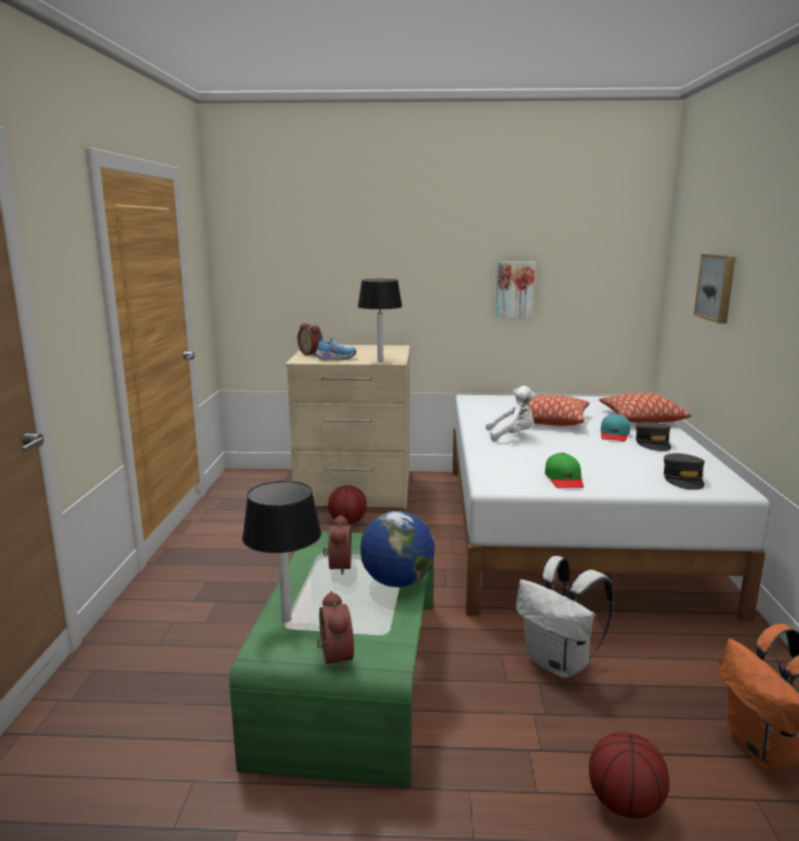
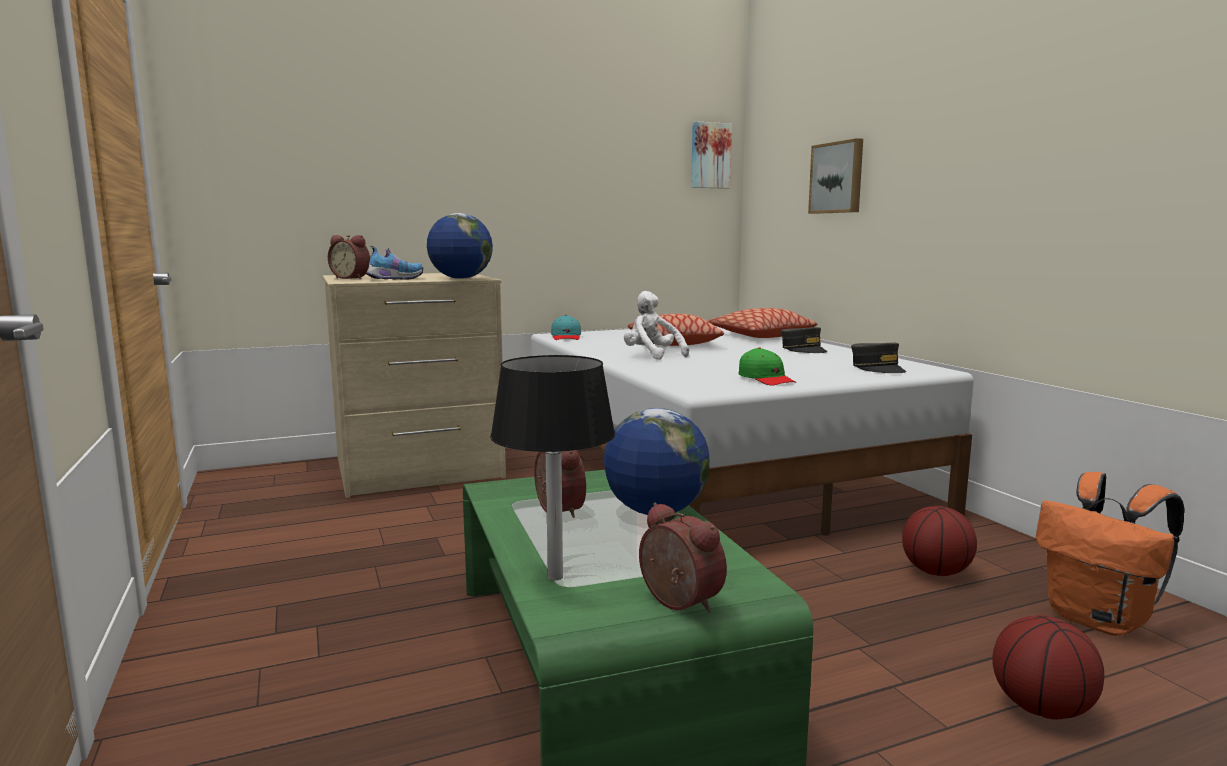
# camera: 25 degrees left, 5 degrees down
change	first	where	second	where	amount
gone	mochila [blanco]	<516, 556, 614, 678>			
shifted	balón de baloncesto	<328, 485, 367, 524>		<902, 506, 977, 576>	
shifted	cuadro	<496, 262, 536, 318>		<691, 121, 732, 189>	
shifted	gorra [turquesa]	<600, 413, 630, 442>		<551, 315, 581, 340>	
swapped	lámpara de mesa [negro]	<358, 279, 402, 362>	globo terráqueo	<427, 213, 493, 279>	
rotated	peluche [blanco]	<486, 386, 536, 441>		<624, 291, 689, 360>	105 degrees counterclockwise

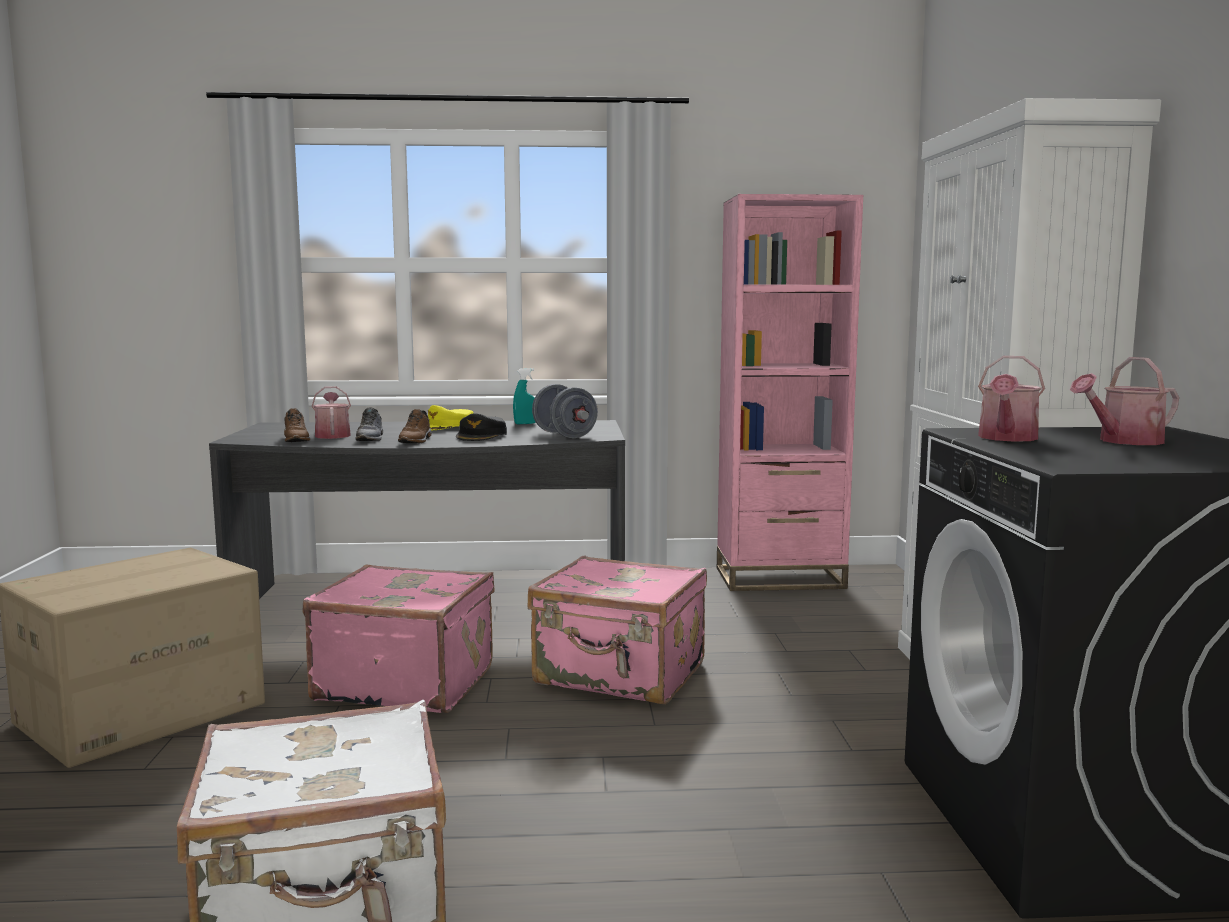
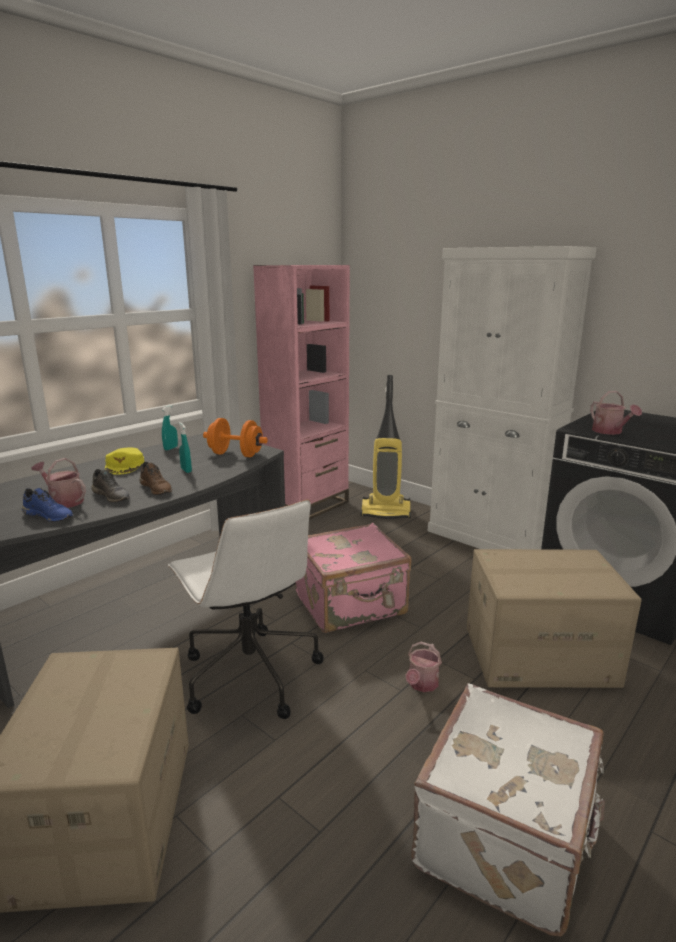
# camera: 45 degrees left, 10 degrees up
change	first	where	second	where	amount
new			aspiradora	<360, 375, 411, 519>	
new			caja de cartón	<467, 549, 642, 688>	
shifted	regadera	<1070, 357, 1179, 445>		<406, 642, 442, 692>	
swapped	maleta [rosa]	<303, 564, 495, 713>	silla de oficina [blanco]	<168, 500, 324, 719>	
swapped	gorra [negro]	<456, 413, 507, 441>	pulverizador [turquesa]	<179, 422, 192, 473>	
repainted	zapato [marrón]	<284, 408, 310, 442>	zapato [azul]	<22, 488, 73, 522>	
repainted	mancuerna [gris]	<532, 384, 598, 438>	mancuerna [naranja]	<203, 418, 268, 457>	

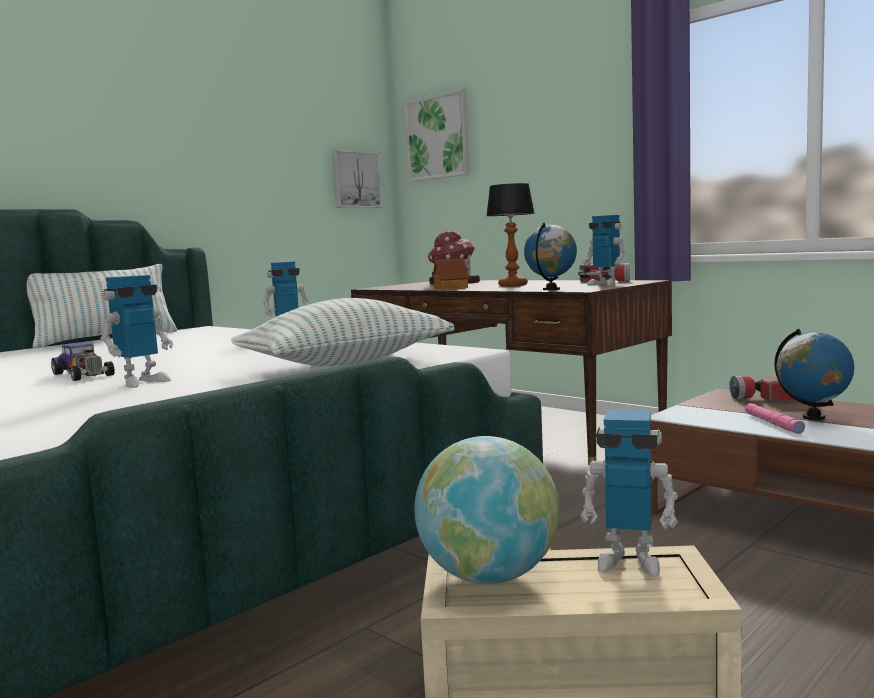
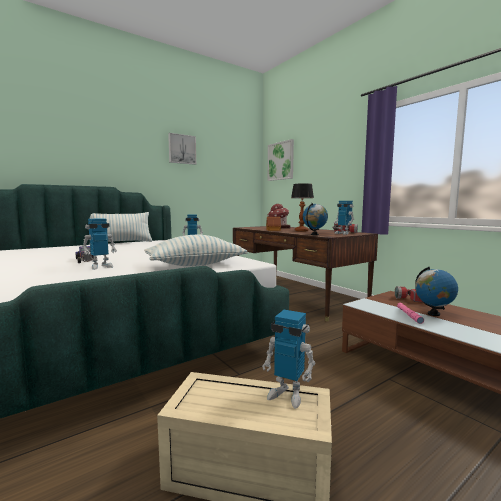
# camera: 10 degrees right, 0 degrees up
change	first	where	second	where	amount
gone	globo terráqueo	<414, 436, 559, 584>			
shifted	cuadro	<332, 150, 382, 208>		<168, 133, 196, 165>	

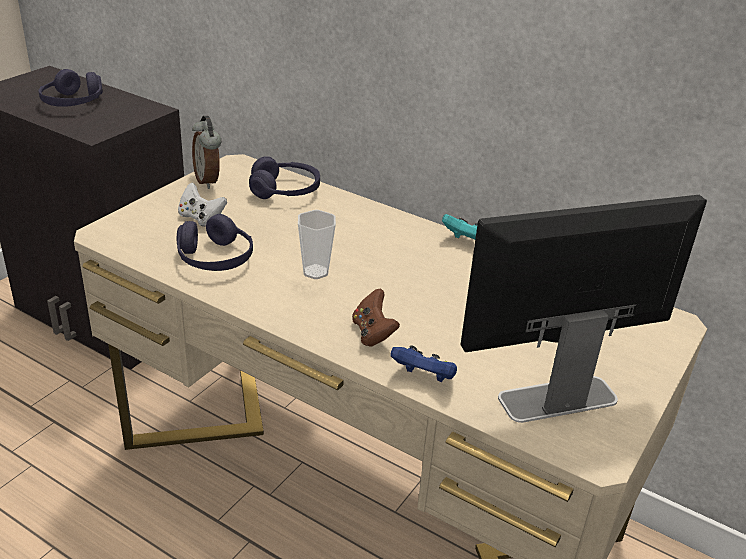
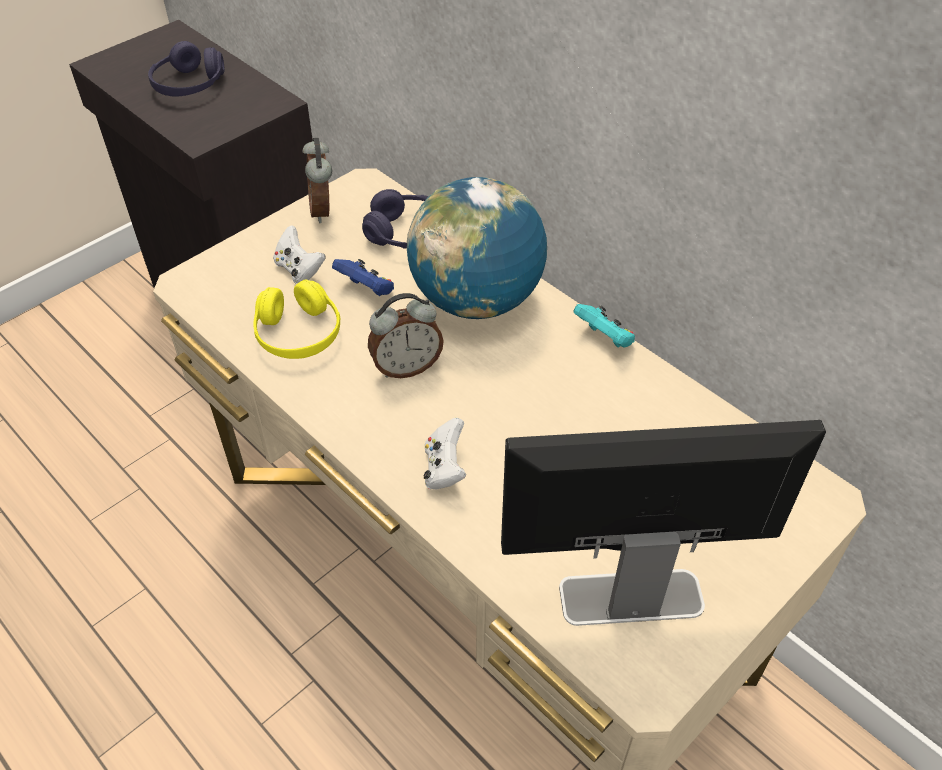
# camera: 15 degrees right, 15 degrees up
change	first	where	second	where	amount
new			globo terráqueo	<407, 177, 547, 319>	
shifted	mando de consola [azul]	<390, 345, 457, 382>		<332, 259, 394, 296>	
swapped	taza	<298, 210, 336, 279>	despertador	<368, 293, 444, 378>	
repainted	auriculares [morado]	<177, 214, 253, 271>	auriculares [amarillo]	<253, 279, 341, 359>	
repainted	mando de consola [marrón]	<352, 288, 400, 347>	mando de consola [blanco]	<424, 418, 466, 490>	

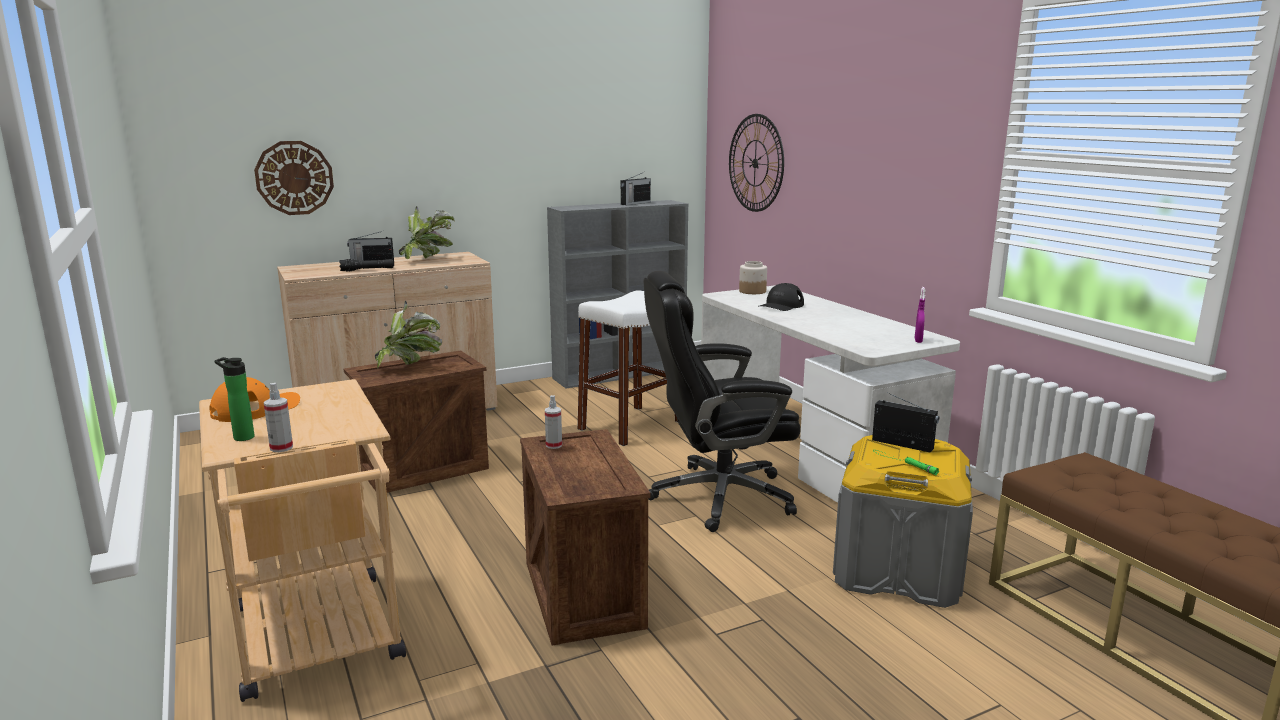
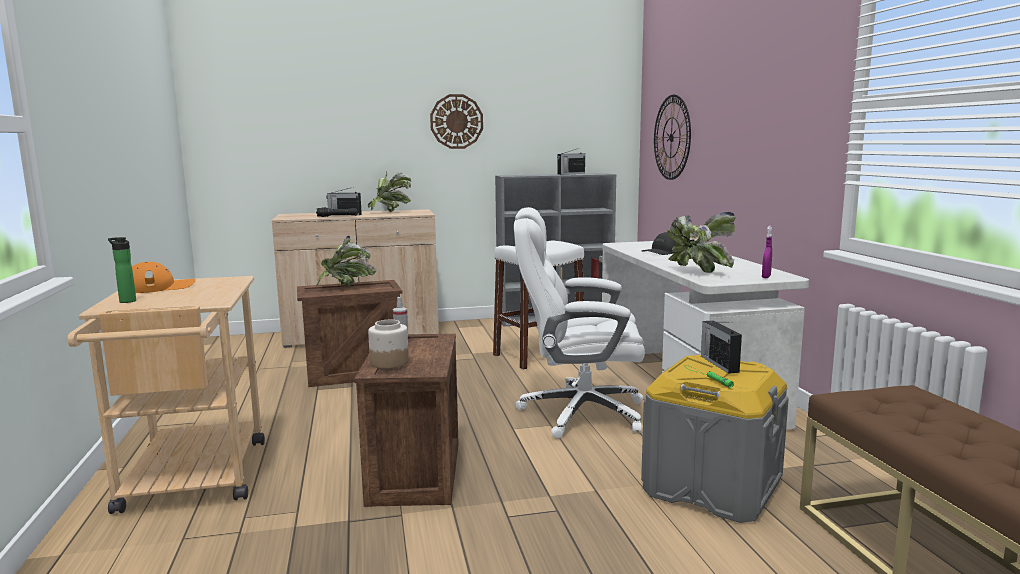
# camera: 15 degrees right, 5 degrees down
change	first	where	second	where	amount
gone	pulverizador	<264, 383, 293, 452>			
new			planta en maceta	<667, 212, 736, 273>	
shifted	reloj de pared	<254, 141, 334, 215>		<430, 94, 483, 149>	
shifted	tarro	<739, 261, 767, 294>		<368, 320, 409, 369>	
repainted	silla de oficina [negro]	<644, 271, 801, 532>	silla de oficina [blanco]	<514, 207, 645, 439>	
rotated	radio	<872, 392, 939, 453>		<701, 320, 742, 374>	150 degrees counterclockwise

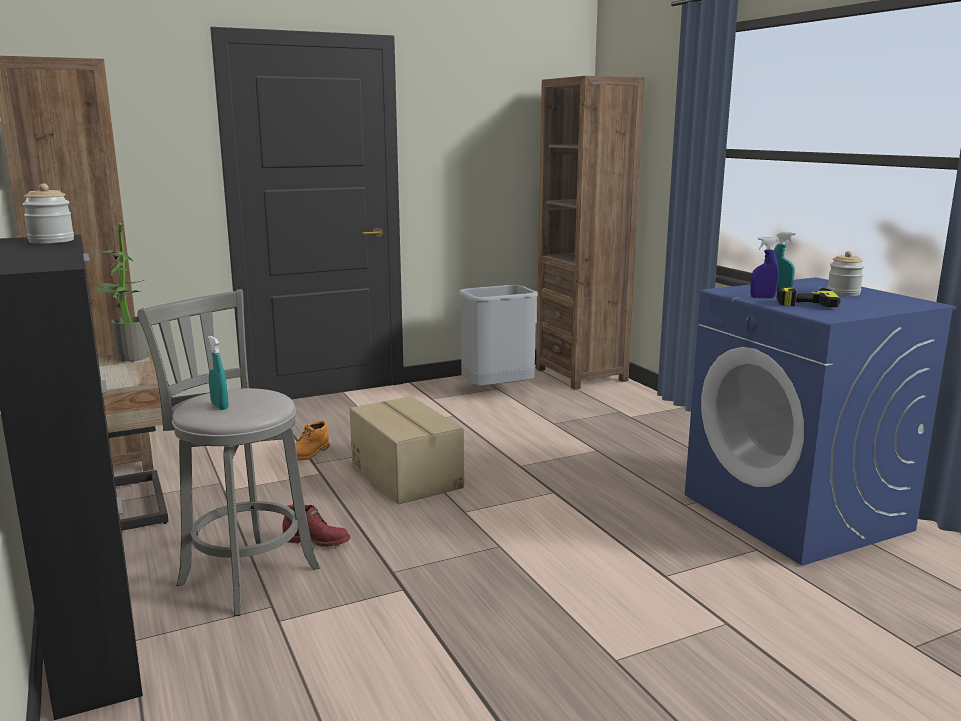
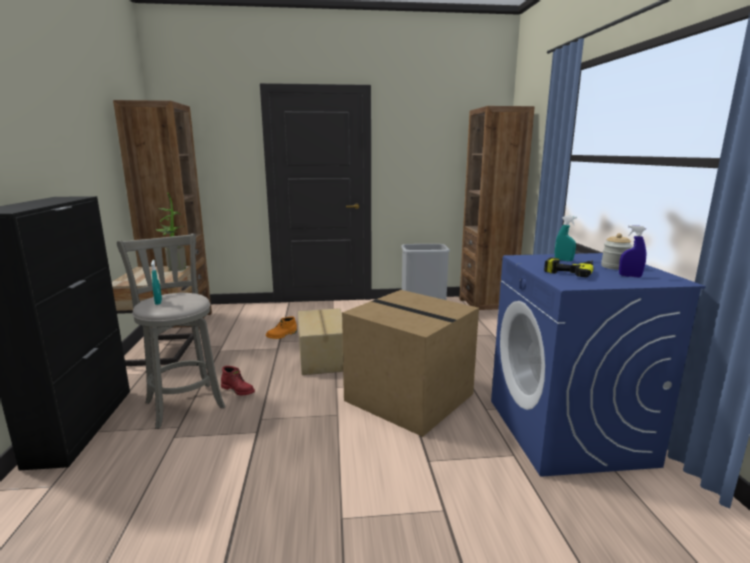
# camera: 20 degrees right, 0 degrees up
change	first	where	second	where	amount
gone	tarro	<22, 183, 74, 244>			
new			caja de cartón	<342, 290, 479, 437>	
shifted	pulverizador [azul]	<750, 237, 779, 298>		<619, 225, 646, 277>	

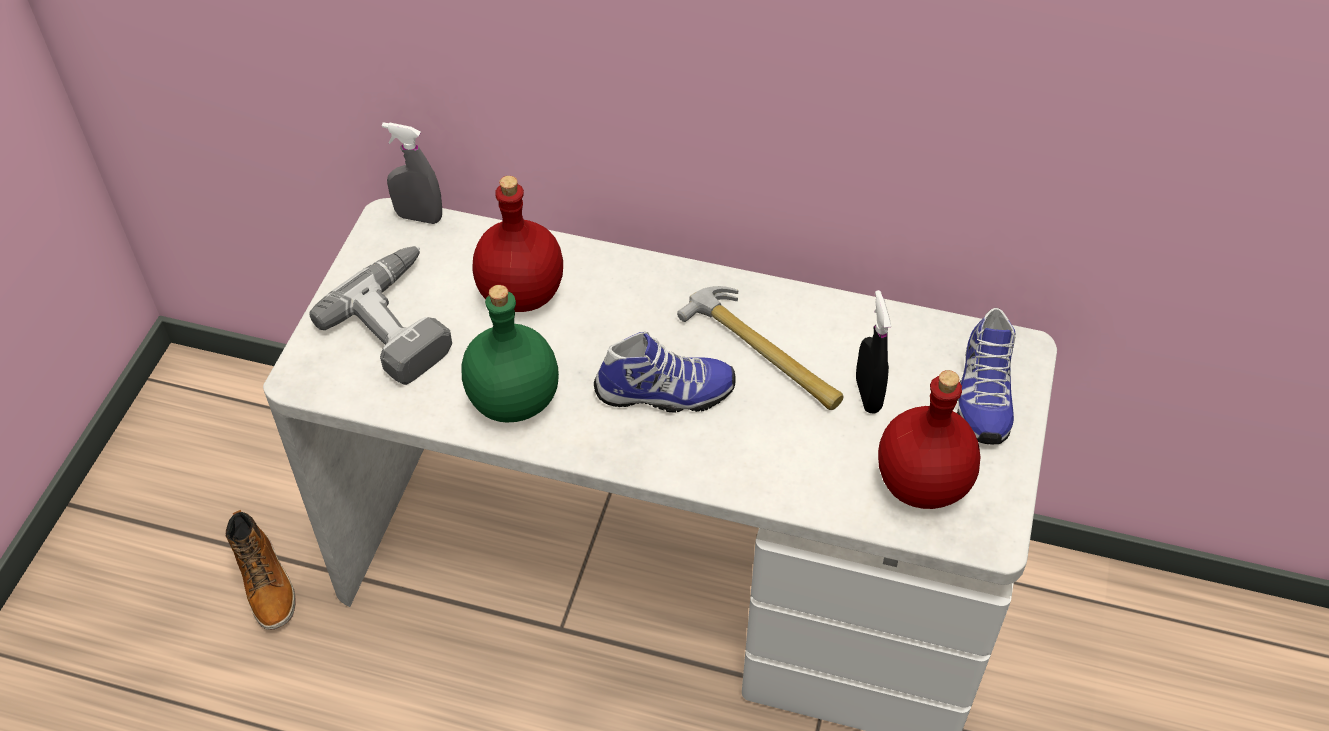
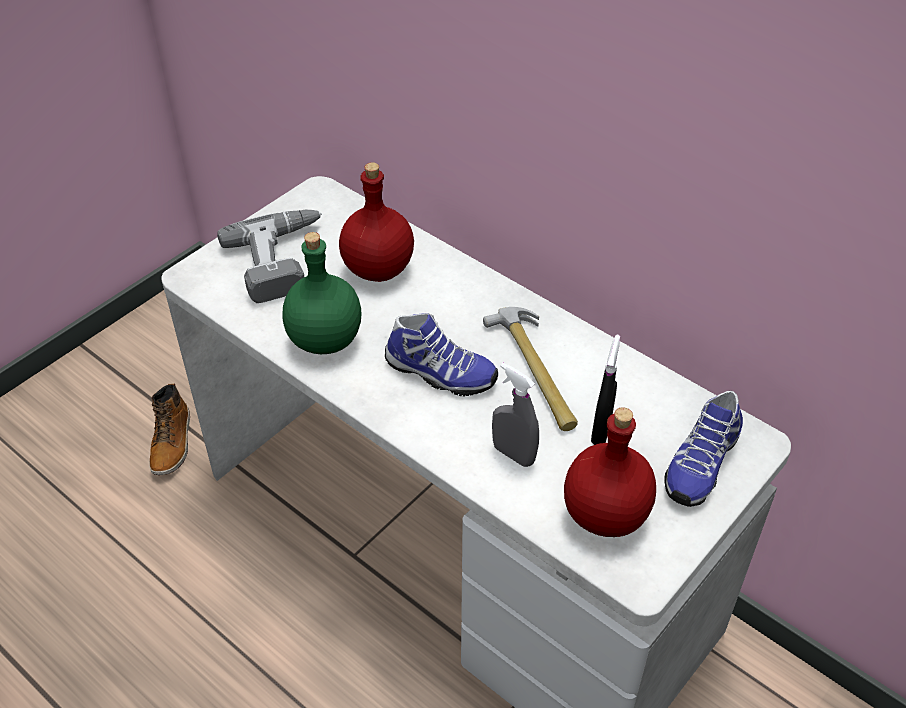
# camera: 25 degrees right, 5 degrees down
change	first	where	second	where	amount
shifted	pulverizador [gris]	<382, 122, 442, 224>		<492, 363, 539, 467>	

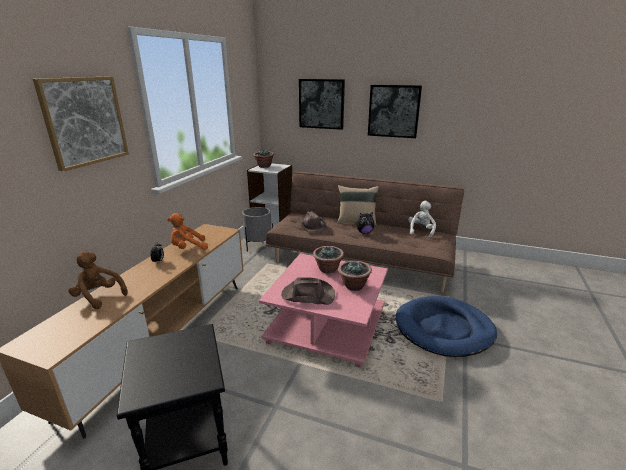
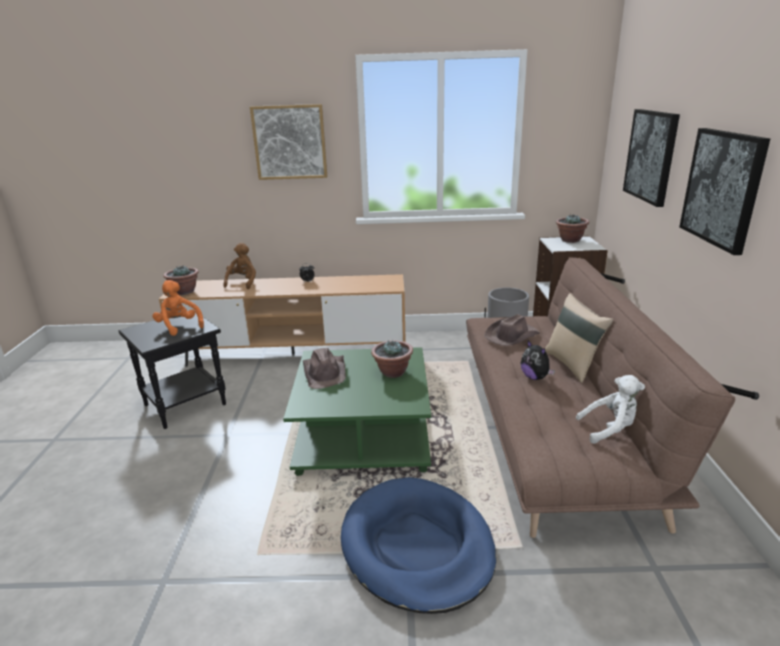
# camera: 70 degrees right, 0 degrees up
change	first	where	second	where	amount
shifted	peluche [naranja]	<167, 213, 208, 250>		<153, 280, 204, 336>	
shifted	planta en maceta	<338, 261, 372, 291>		<163, 266, 199, 295>	
repainted	mesa de centro [rosa]	<259, 254, 388, 368>	mesa de centro [verde]	<283, 347, 431, 476>	

